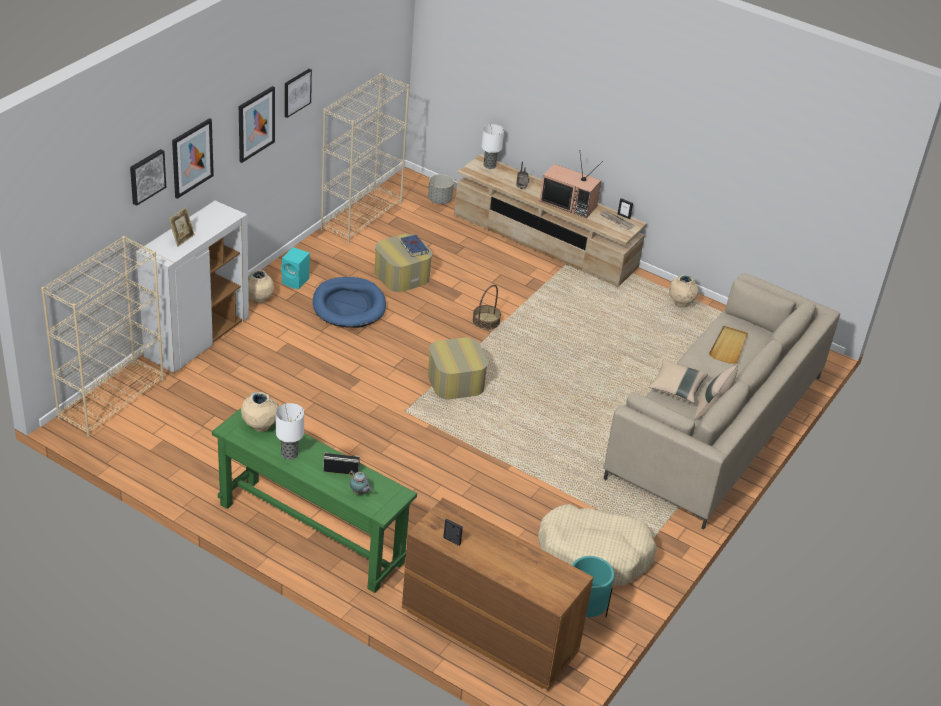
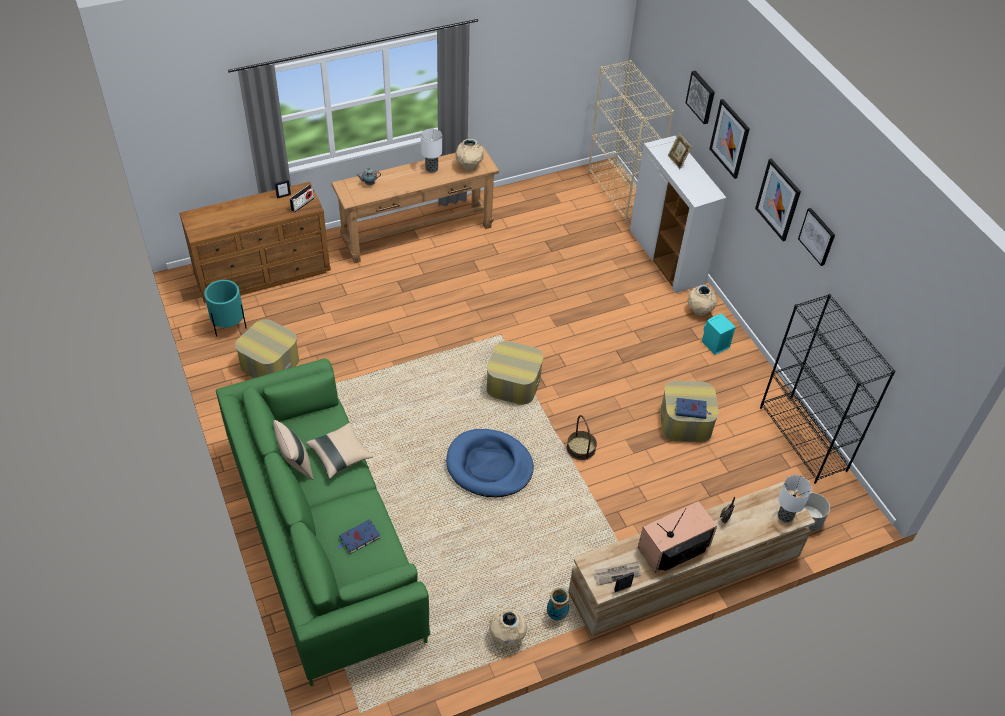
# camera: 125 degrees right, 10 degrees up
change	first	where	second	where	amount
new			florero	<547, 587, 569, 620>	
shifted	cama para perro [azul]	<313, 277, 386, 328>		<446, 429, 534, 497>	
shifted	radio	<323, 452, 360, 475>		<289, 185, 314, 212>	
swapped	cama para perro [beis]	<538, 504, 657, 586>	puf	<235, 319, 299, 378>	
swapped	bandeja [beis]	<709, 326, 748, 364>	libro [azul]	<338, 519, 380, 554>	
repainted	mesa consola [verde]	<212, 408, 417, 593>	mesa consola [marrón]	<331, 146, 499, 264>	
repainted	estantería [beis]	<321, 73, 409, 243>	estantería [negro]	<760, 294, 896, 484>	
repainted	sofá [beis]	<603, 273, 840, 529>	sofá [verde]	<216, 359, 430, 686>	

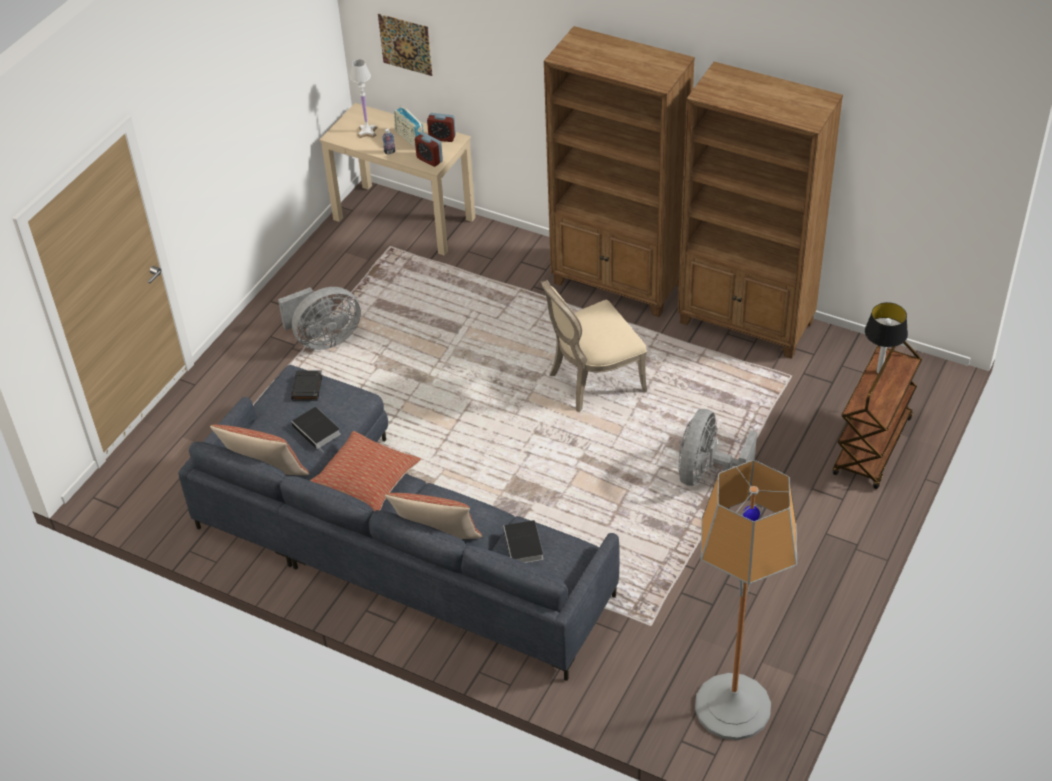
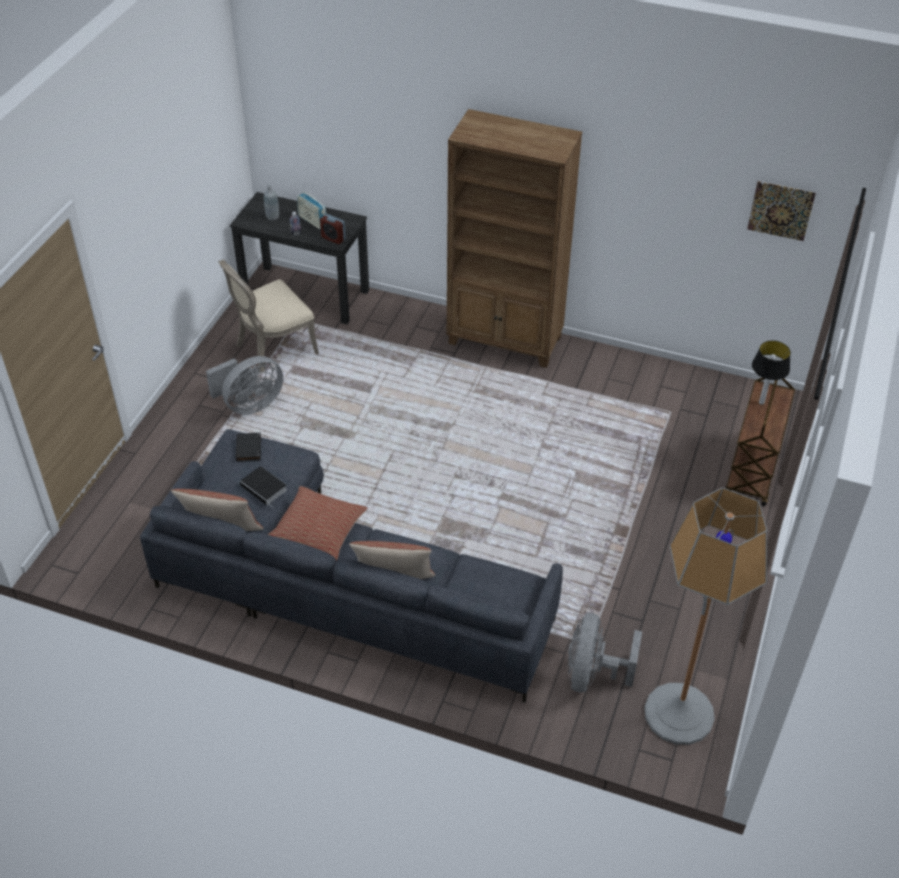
# camera: 10 degrees left, 0 degrees up
change	first	where	second	where	amount
gone	despertador	<427, 113, 456, 142>			
gone	libro	<503, 520, 543, 563>			
gone	estantería [marrón]	<678, 62, 843, 359>			
shifted	cuadro	<378, 14, 432, 76>		<747, 181, 816, 241>	
shifted	silla [beis]	<541, 280, 647, 412>		<218, 259, 319, 373>	
shifted	ventilador [gris]	<678, 409, 757, 486>		<568, 613, 642, 692>	
swapped	lámpara de mesa [blanco]	<350, 59, 377, 138>	botella [gris]	<264, 185, 279, 220>	
repainted	escritorio [beis]	<319, 103, 476, 256>	escritorio [negro]	<230, 192, 369, 325>	

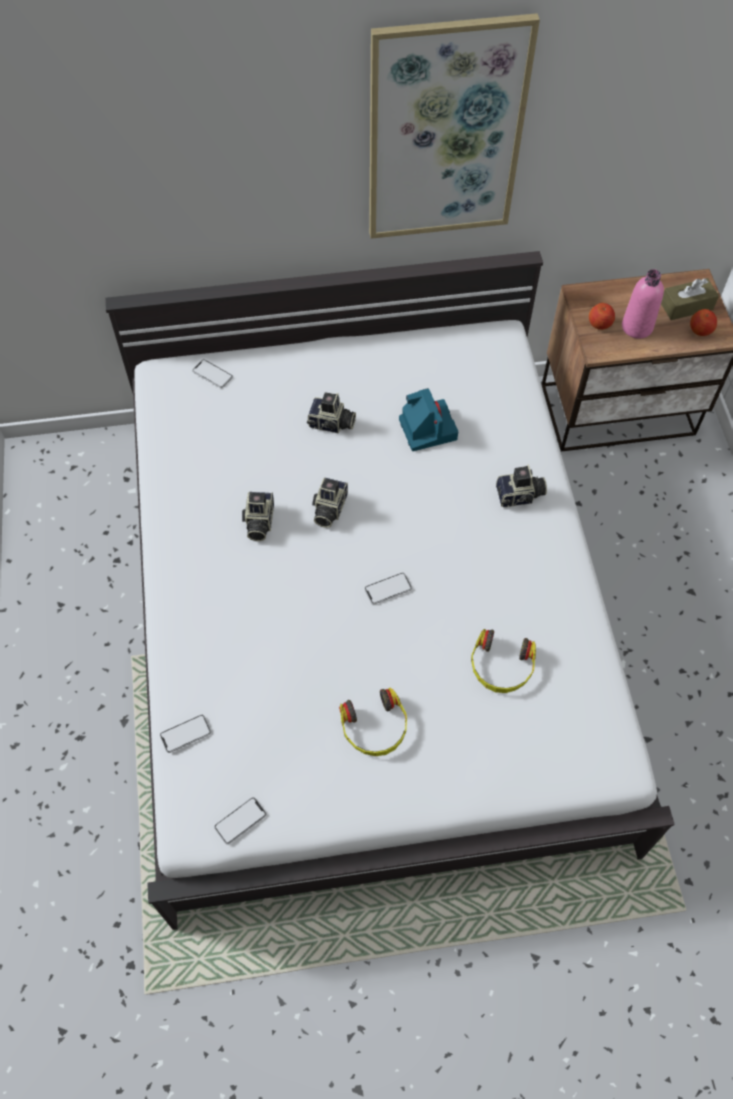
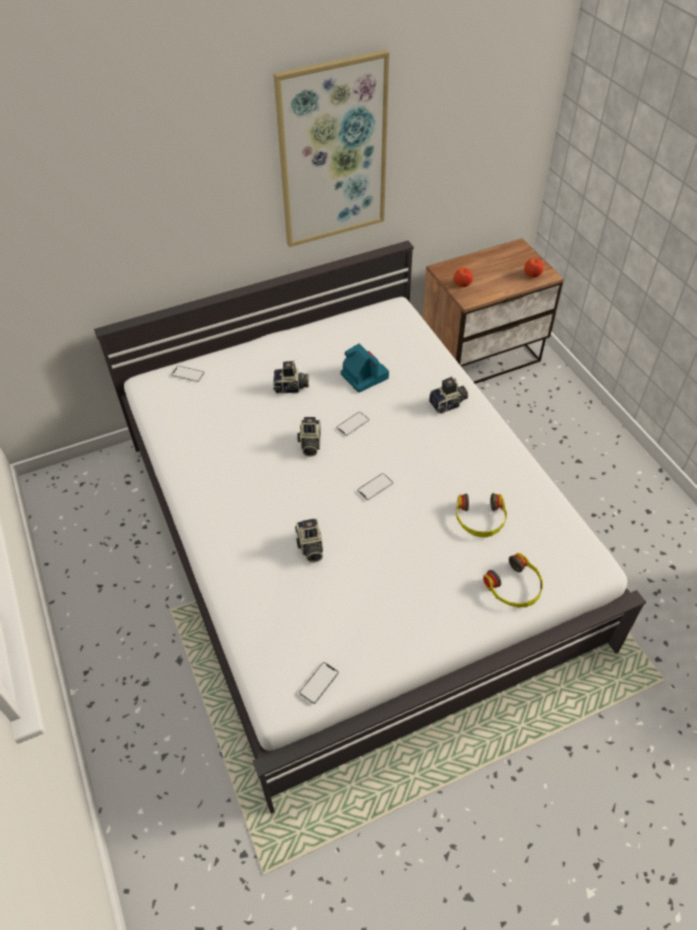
# camera: 15 degrees left, 10 degrees down
change	first	where	second	where	amount
gone	botella [rosa]	<622, 269, 664, 339>			
gone	caja de pañuelos [marrón]	<661, 278, 719, 320>			
shifted	móvil	<160, 715, 211, 753>		<336, 412, 370, 436>	
shifted	cámara	<242, 492, 274, 541>		<295, 519, 323, 563>	
shifted	auriculares	<339, 688, 407, 756>		<483, 553, 543, 607>	

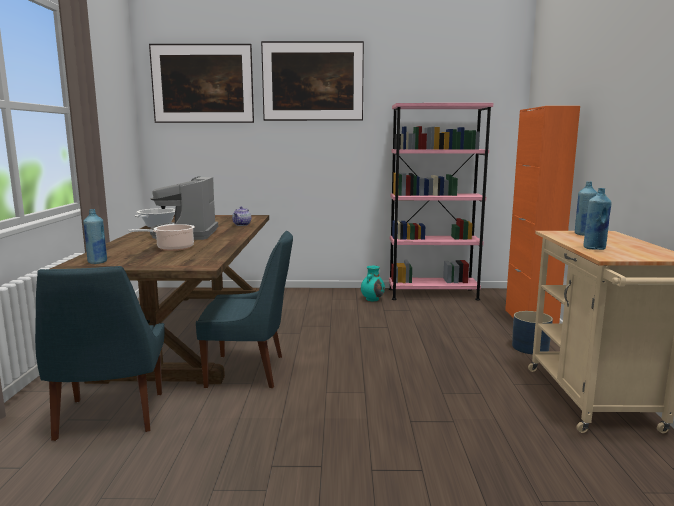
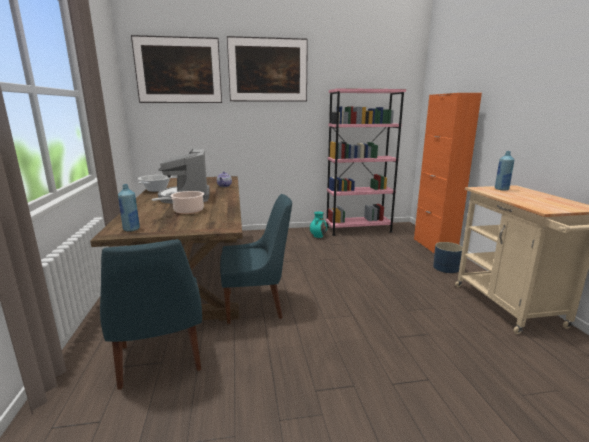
# camera: 10 degrees left, 5 degrees up
change	first	where	second	where	amount
gone	botella [azul]	<583, 188, 612, 250>			

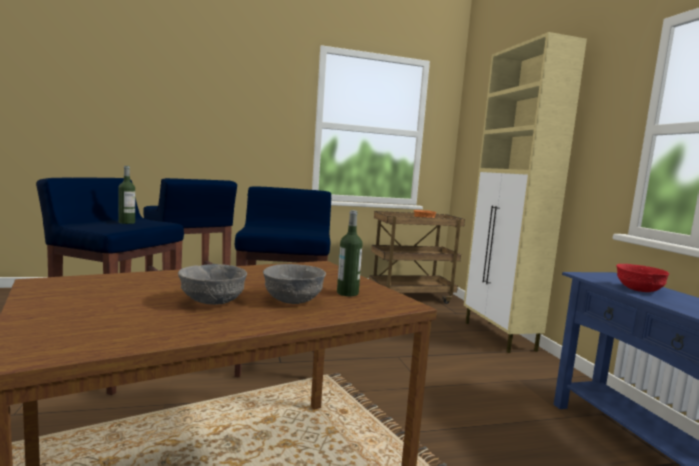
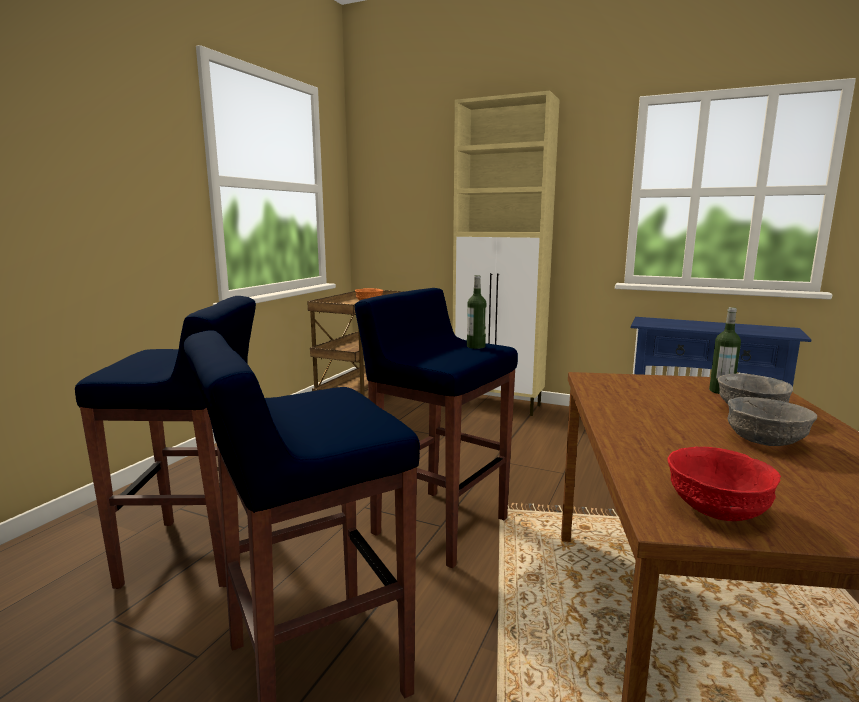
# camera: 50 degrees left, 5 degrees up
change	first	where	second	where	amount
shifted	botella	<118, 166, 135, 224>		<467, 275, 486, 349>	
shifted	cuenco [rojo]	<616, 264, 670, 292>		<667, 446, 781, 521>	

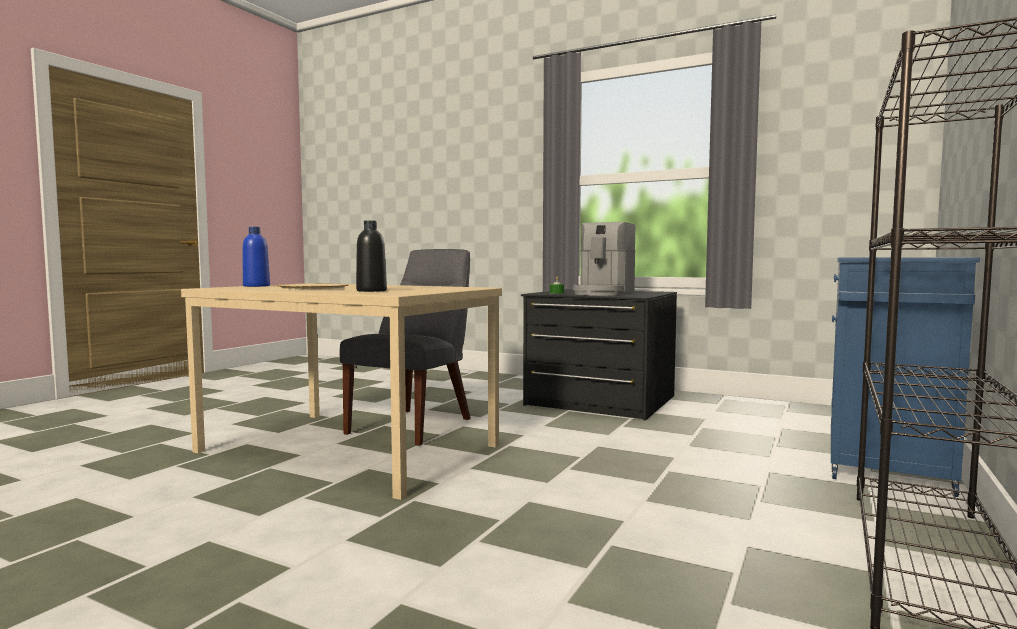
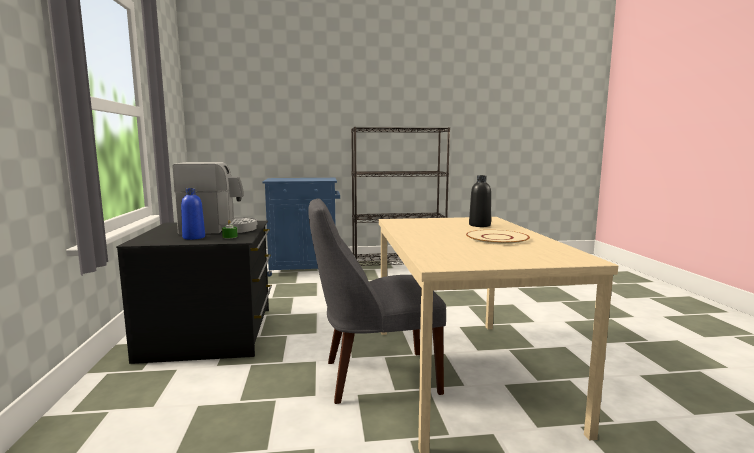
# camera: 125 degrees left, 5 degrees up
change	first	where	second	where	amount
shifted	botella [azul]	<243, 227, 270, 287>		<181, 188, 205, 240>	

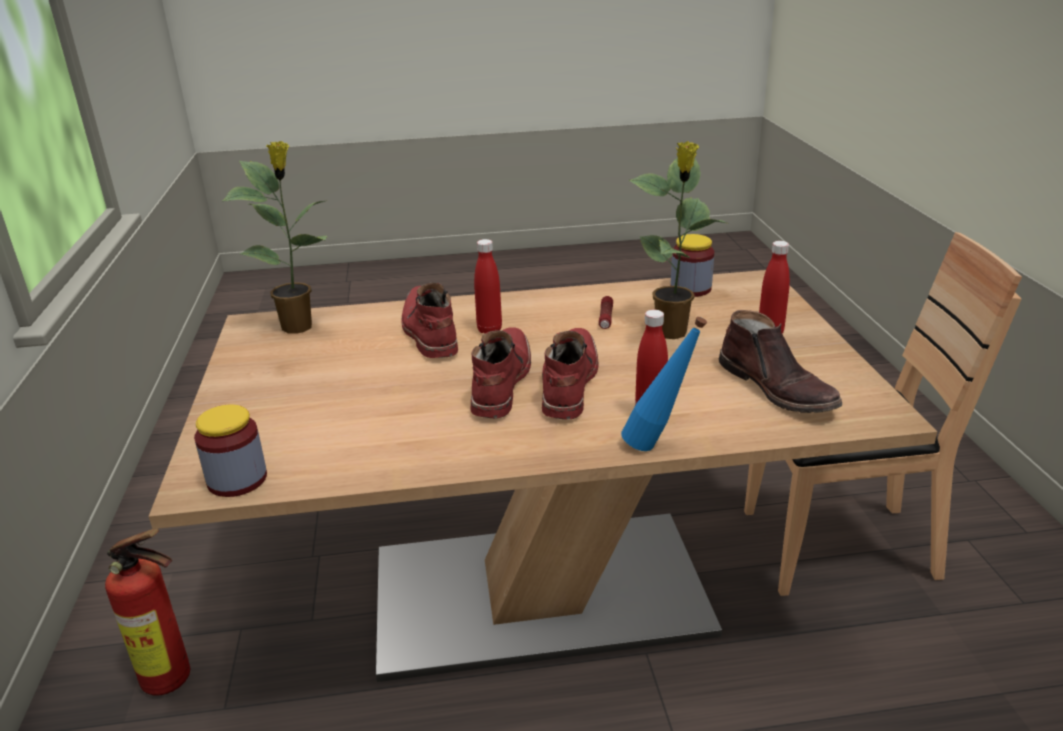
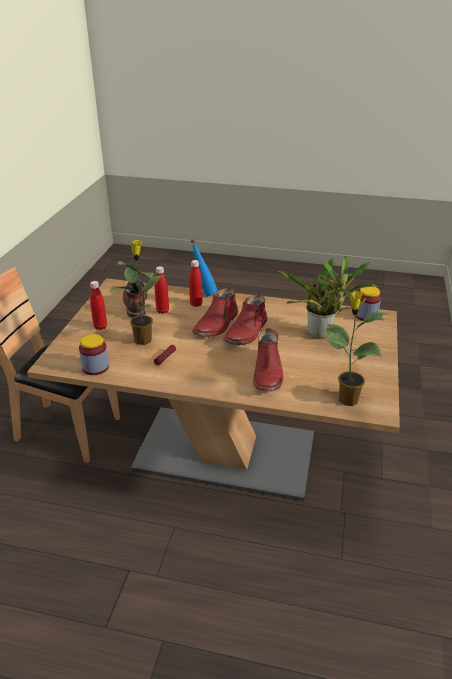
# camera: 160 degrees left, 5 degrees up
change	first	where	second	where	amount
gone	extintor	<105, 529, 190, 696>			
new			planta en maceta	<277, 256, 380, 339>	
shifted	botella [rojo]	<474, 239, 502, 334>		<155, 266, 169, 314>	

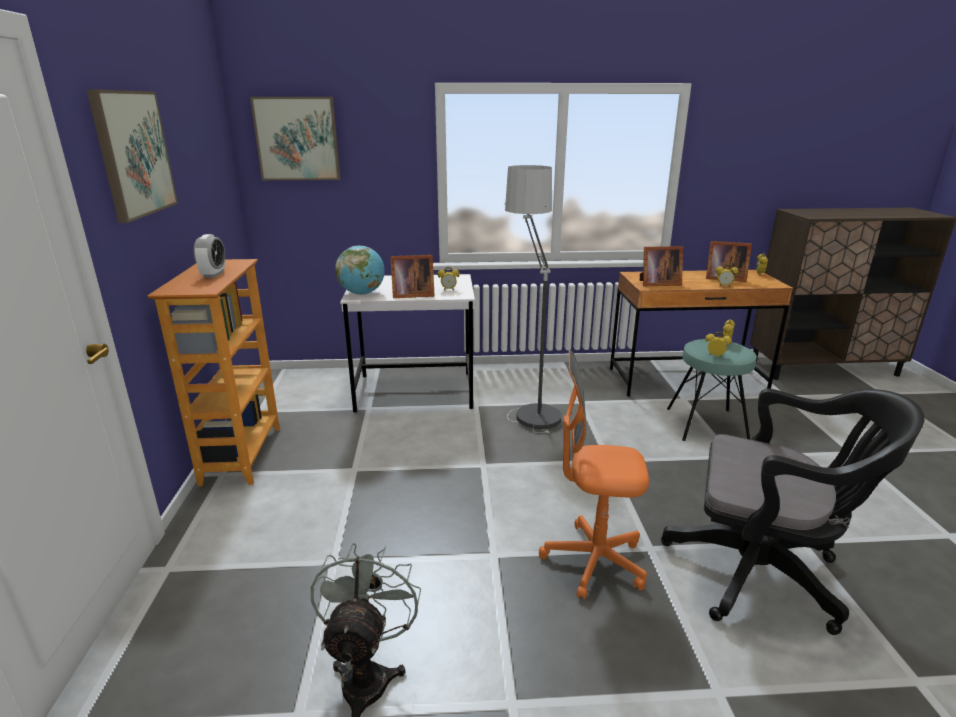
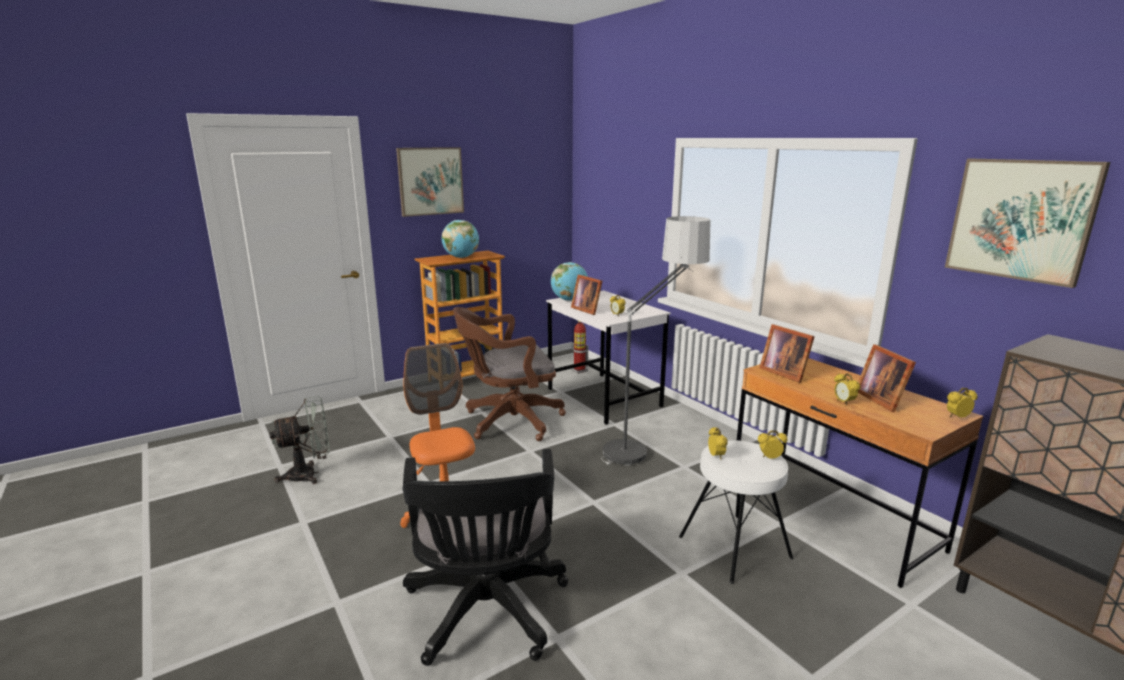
# camera: 60 degrees right, 5 degrees down
change	first	where	second	where	amount
new			silla de oficina [marrón]	<453, 307, 566, 441>	
new			extintor	<571, 321, 588, 374>	
shifted	cuadro	<250, 97, 340, 180>		<945, 159, 1111, 288>	
swapped	despertador	<194, 234, 226, 278>	globo terráqueo	<442, 220, 479, 258>	
repainted	taburete [turquesa]	<667, 339, 757, 441>	taburete [blanco]	<679, 440, 793, 584>	

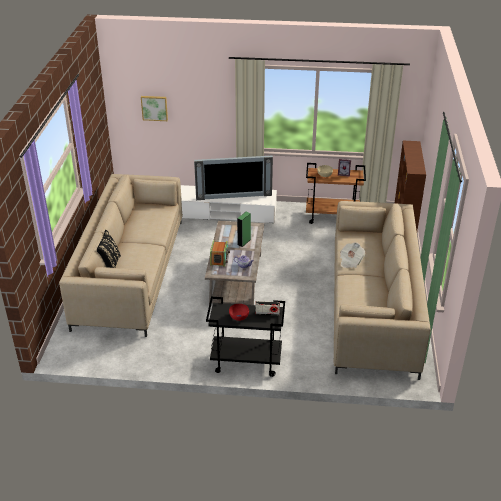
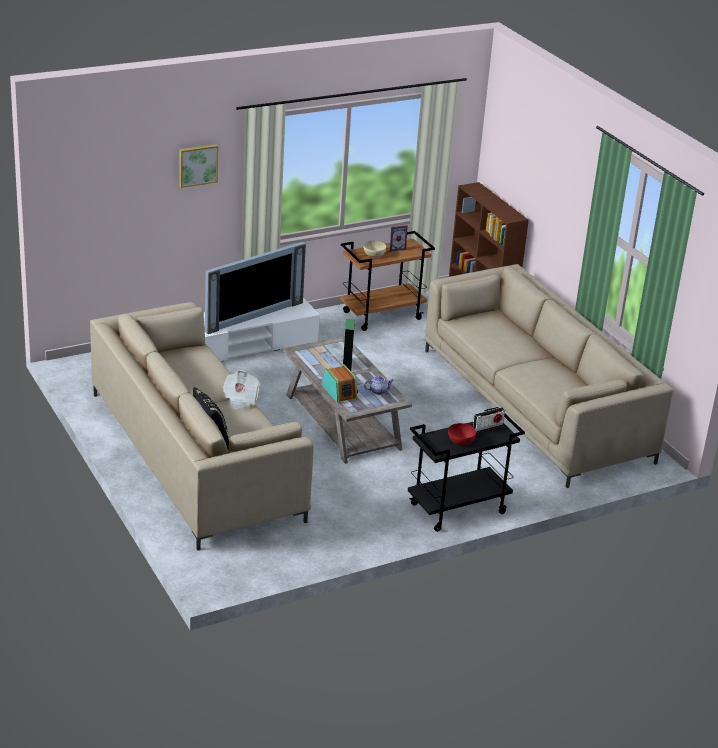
# camera: 35 degrees left, 5 degrees down
change	first	where	second	where	amount
shifted	cuadro	<141, 96, 168, 121>		<179, 144, 218, 188>	
shifted	periódico	<339, 242, 365, 268>		<222, 370, 260, 409>	

